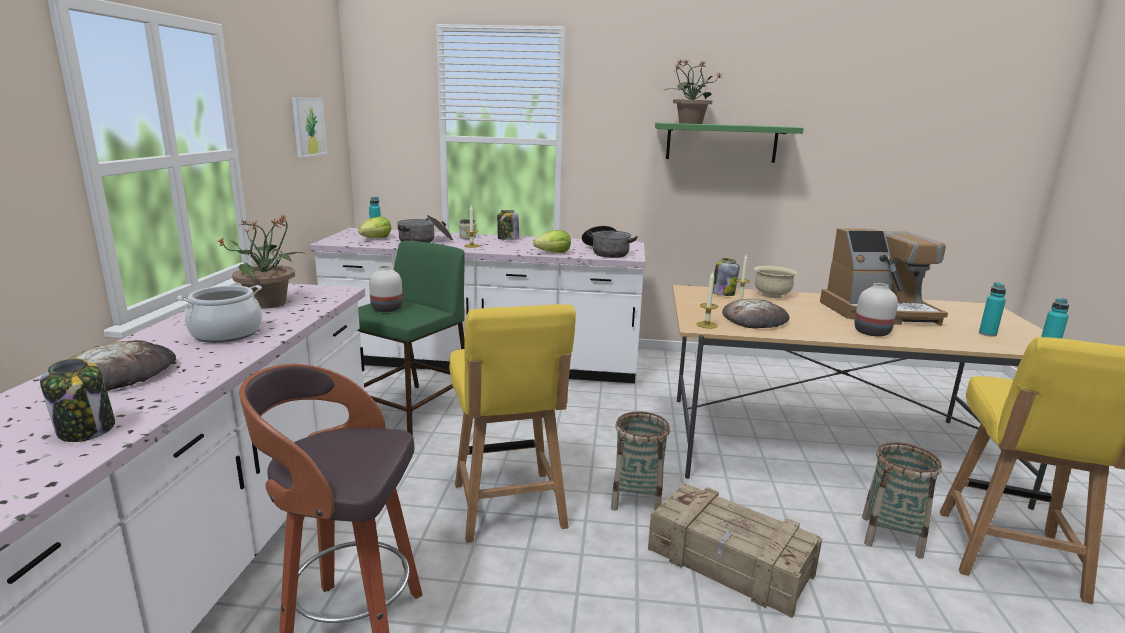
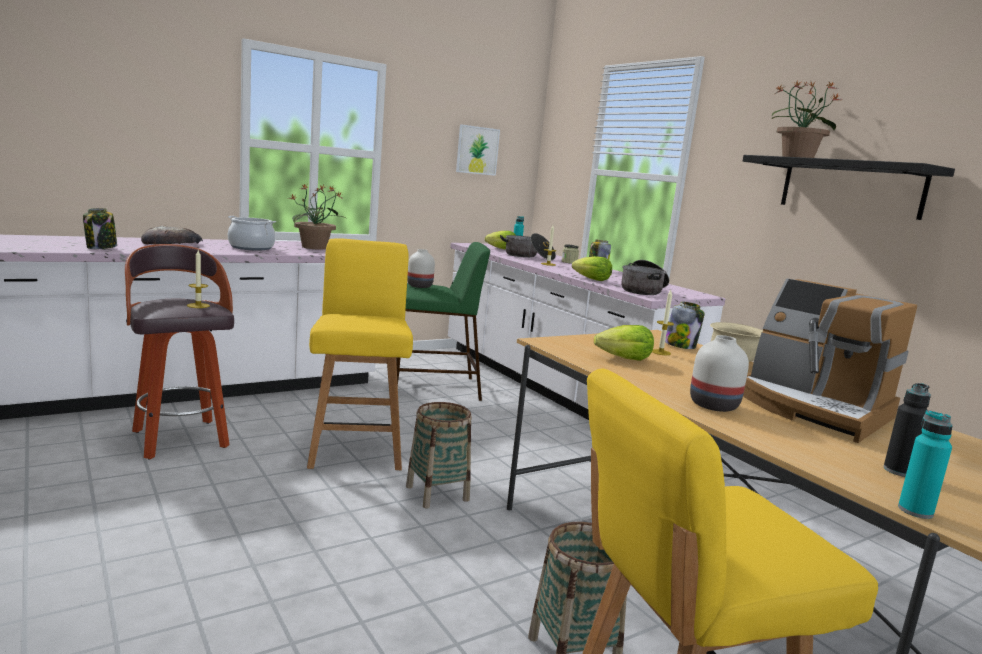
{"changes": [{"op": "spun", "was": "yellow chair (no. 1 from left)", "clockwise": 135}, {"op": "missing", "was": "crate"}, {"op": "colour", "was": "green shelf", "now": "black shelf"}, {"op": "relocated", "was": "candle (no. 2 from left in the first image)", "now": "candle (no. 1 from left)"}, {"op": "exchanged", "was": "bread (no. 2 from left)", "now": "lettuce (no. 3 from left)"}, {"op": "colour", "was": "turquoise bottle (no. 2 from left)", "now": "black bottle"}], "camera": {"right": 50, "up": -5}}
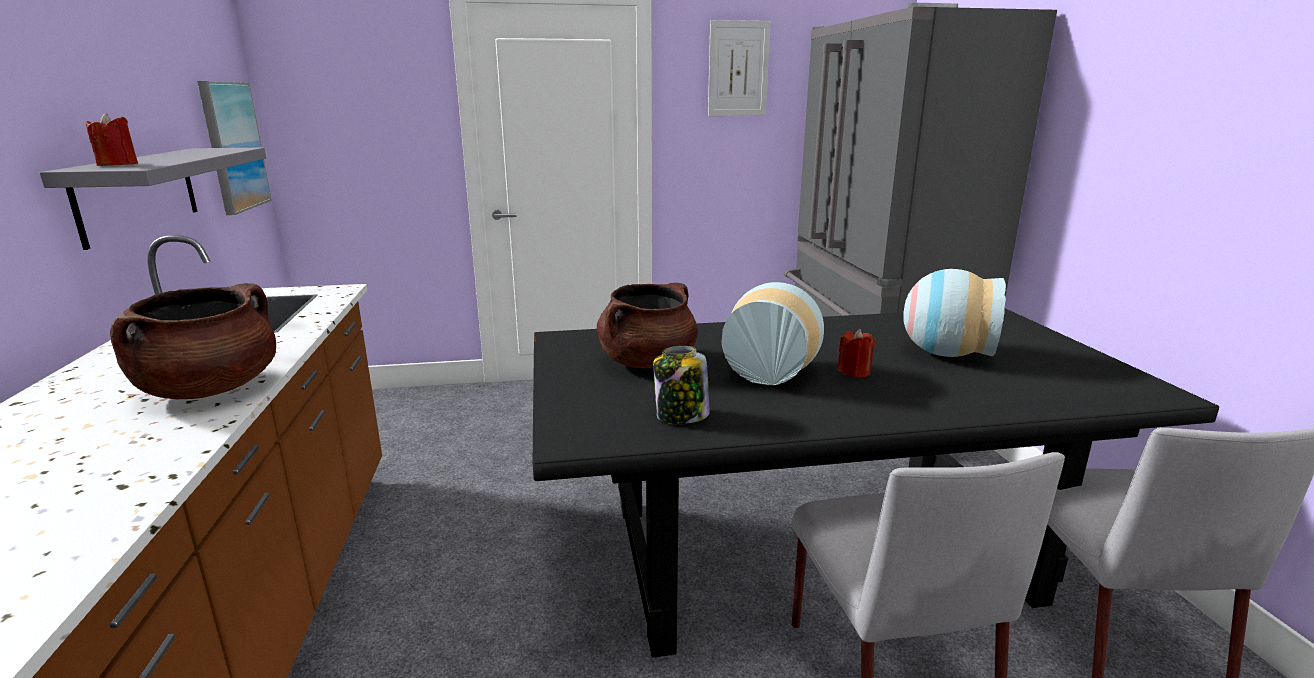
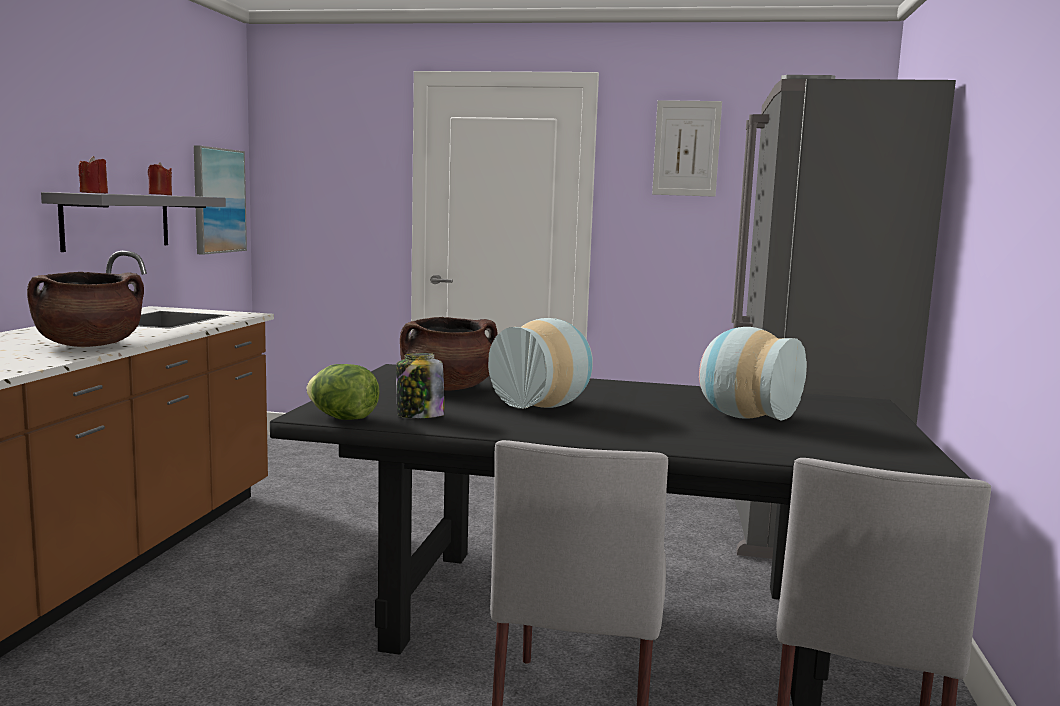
{"changes": [{"op": "relocated", "was": "red candle (no. 2 from left)"}, {"op": "appeared", "now": "lettuce"}], "camera": {"right": 20, "up": -10}}
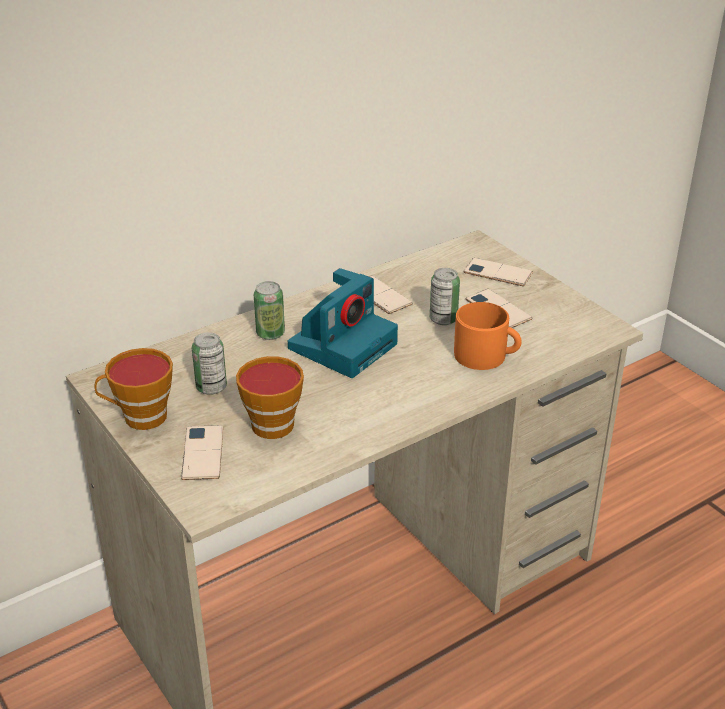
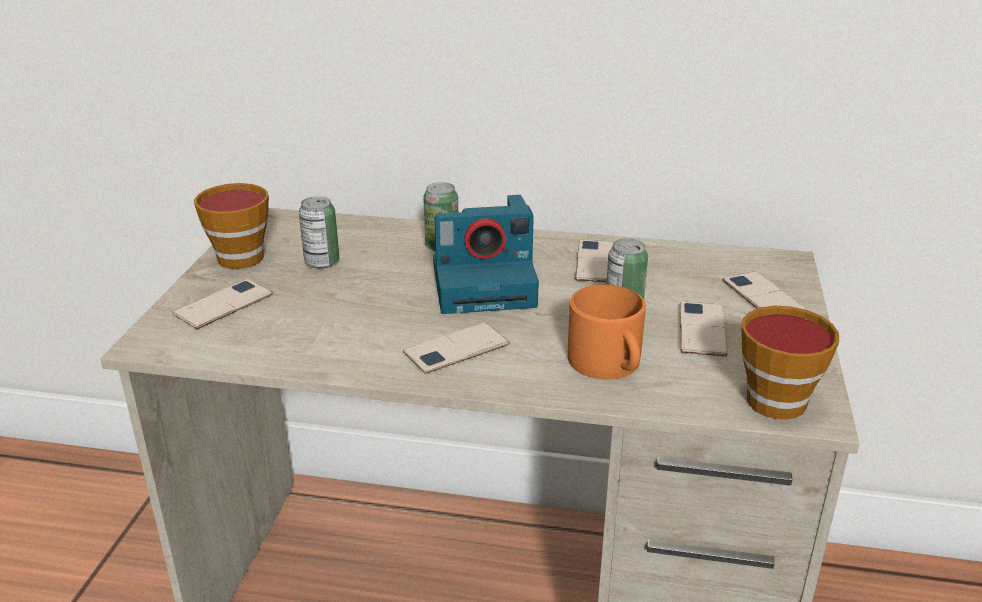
{"changes": [{"op": "relocated", "was": "cup (no. 2 from left)"}, {"op": "appeared", "now": "phone (no. 2 from left)"}], "camera": {"right": 45, "up": -5}}
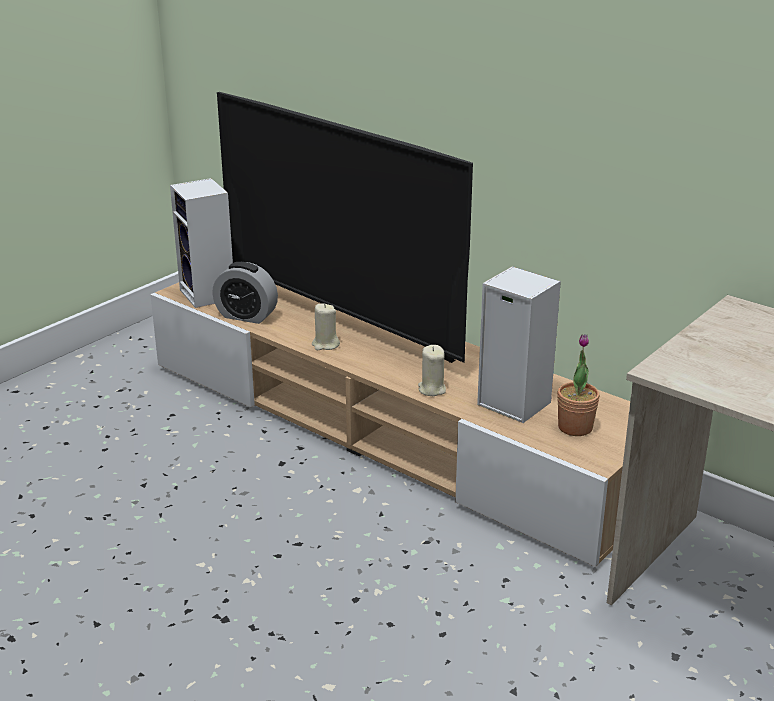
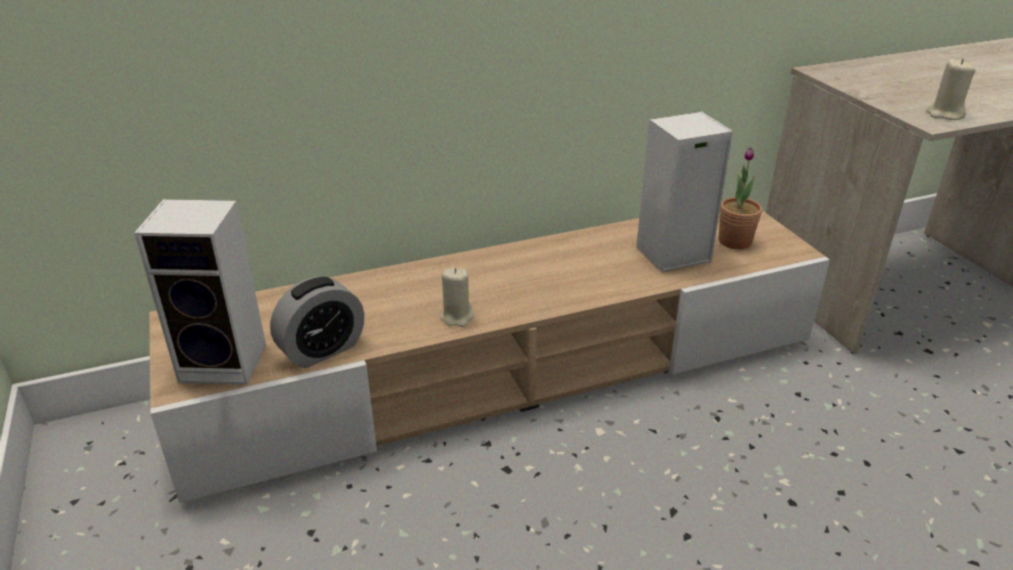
{"changes": [{"op": "missing", "was": "television"}, {"op": "relocated", "was": "beige candle (no. 2 from left)"}], "camera": {"right": -60, "up": 5}}
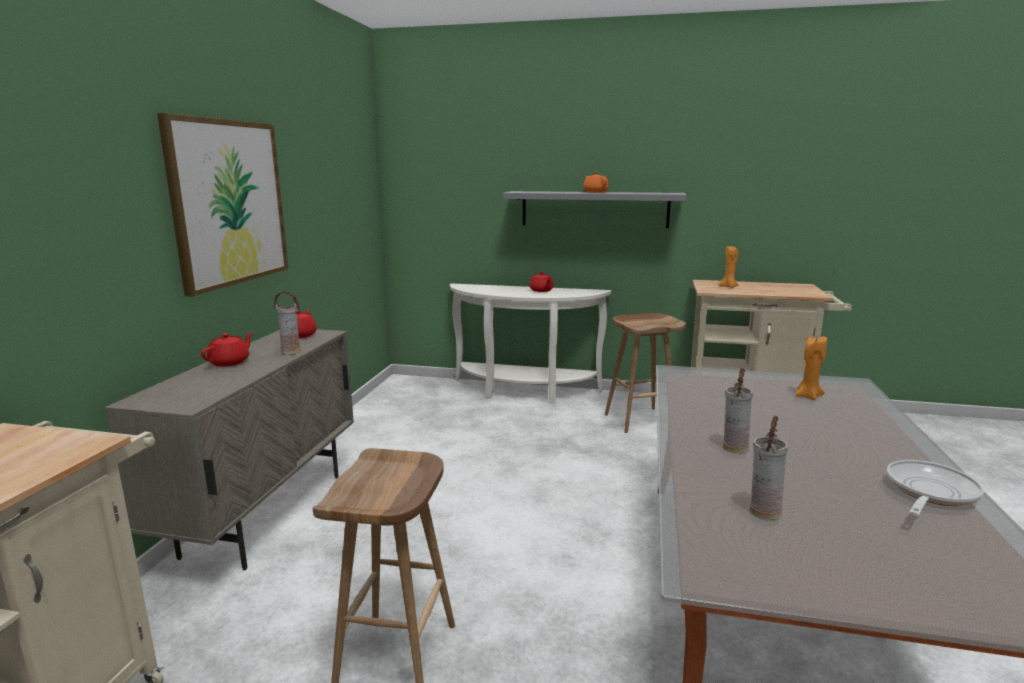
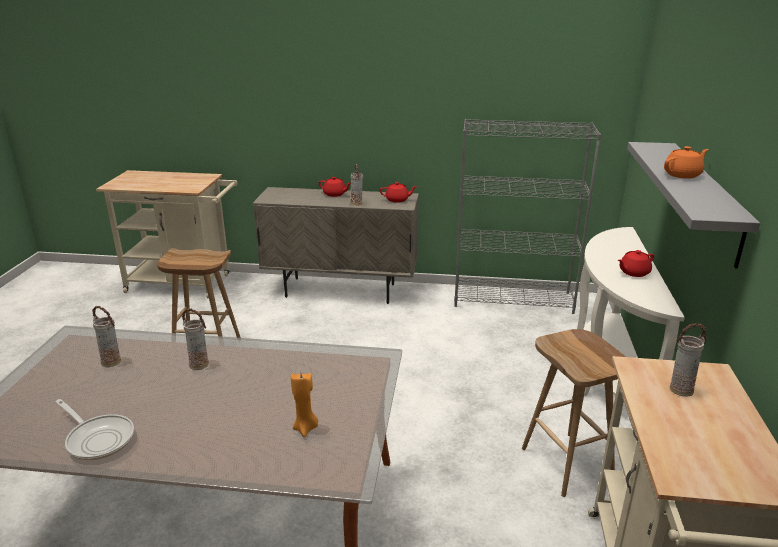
{"changes": [{"op": "missing", "was": "picture"}, {"op": "exchanged", "was": "orange candle (no. 1 from left)", "now": "vase (no. 4 from left)"}, {"op": "appeared", "now": "grey bookcase"}], "camera": {"right": 85, "up": 10}}
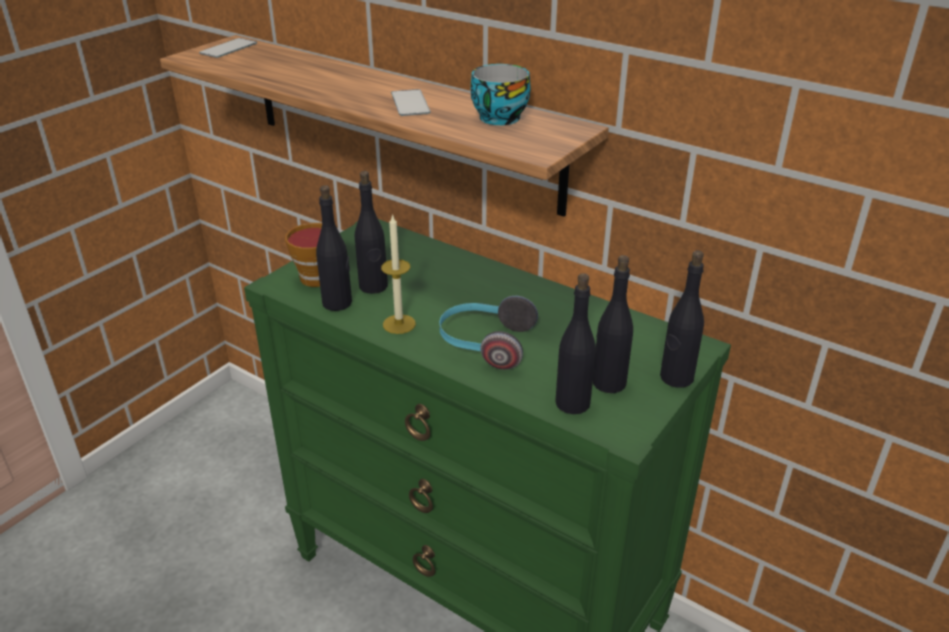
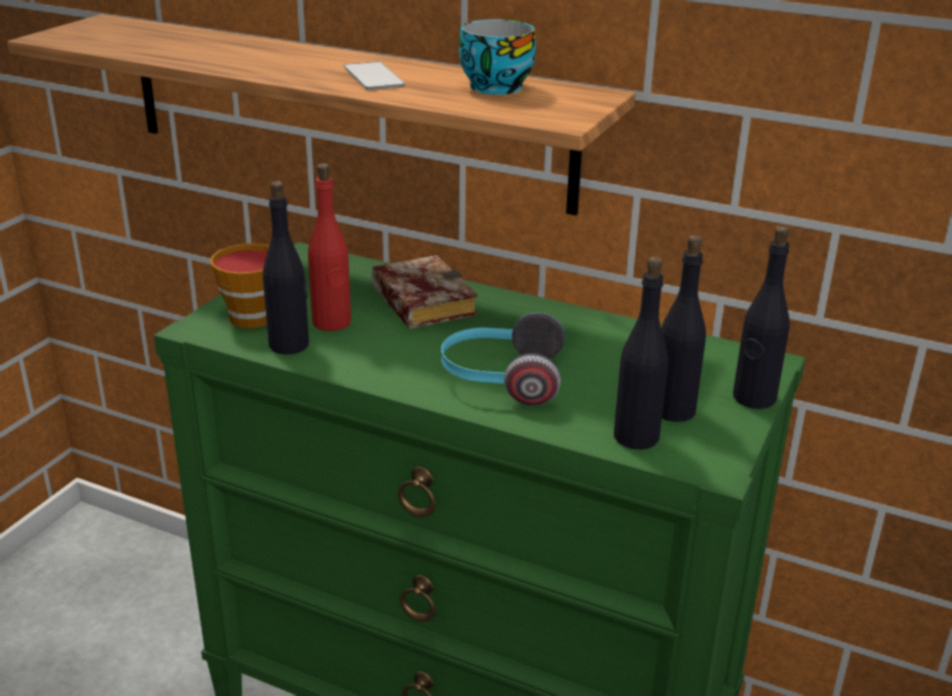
{"changes": [{"op": "missing", "was": "phone (no. 1 from left)"}, {"op": "colour", "was": "black bottle (no. 2 from left)", "now": "red bottle"}, {"op": "missing", "was": "candle"}, {"op": "appeared", "now": "book"}], "camera": {"right": -10, "up": -5}}
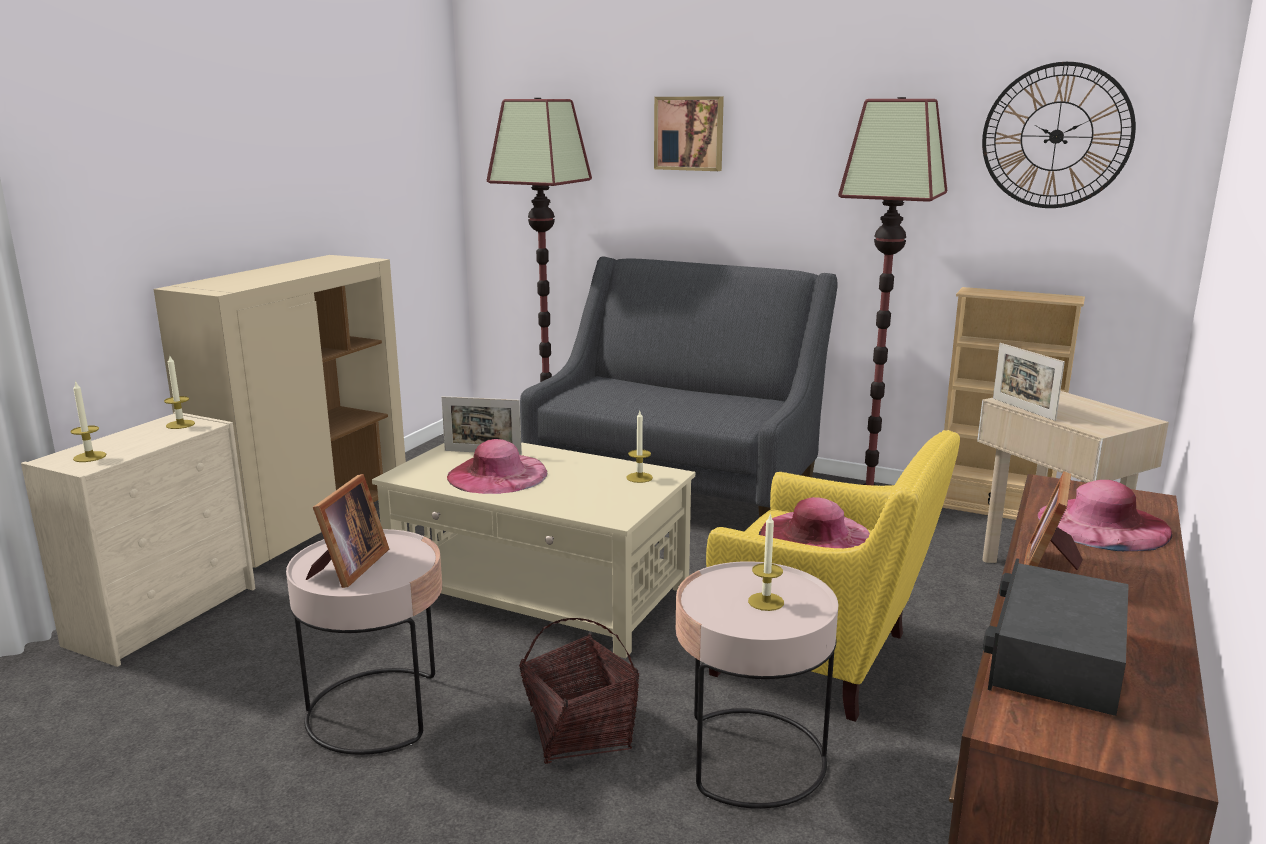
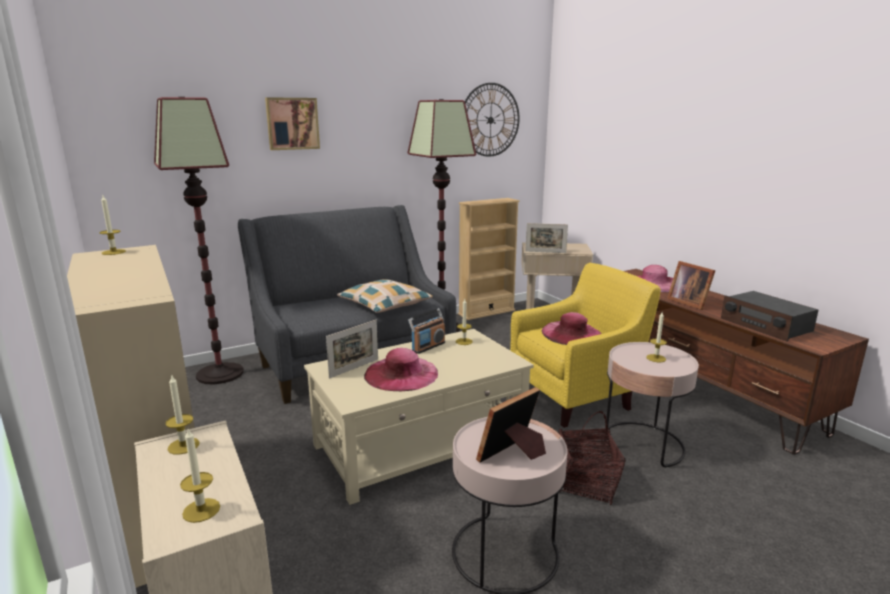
{"changes": [{"op": "spun", "was": "picture frame (no. 1 from left in the first image)", "clockwise": -90}, {"op": "appeared", "now": "candle (no. 1 from left)"}, {"op": "appeared", "now": "pillow"}, {"op": "appeared", "now": "radio (no. 1 from left)"}], "camera": {"right": -55, "up": 0}}
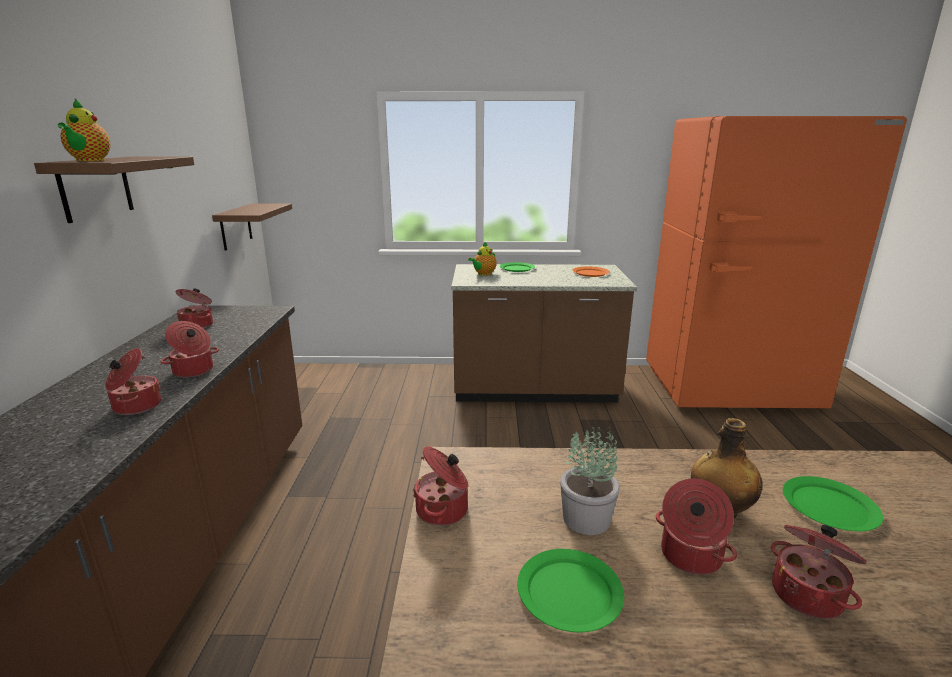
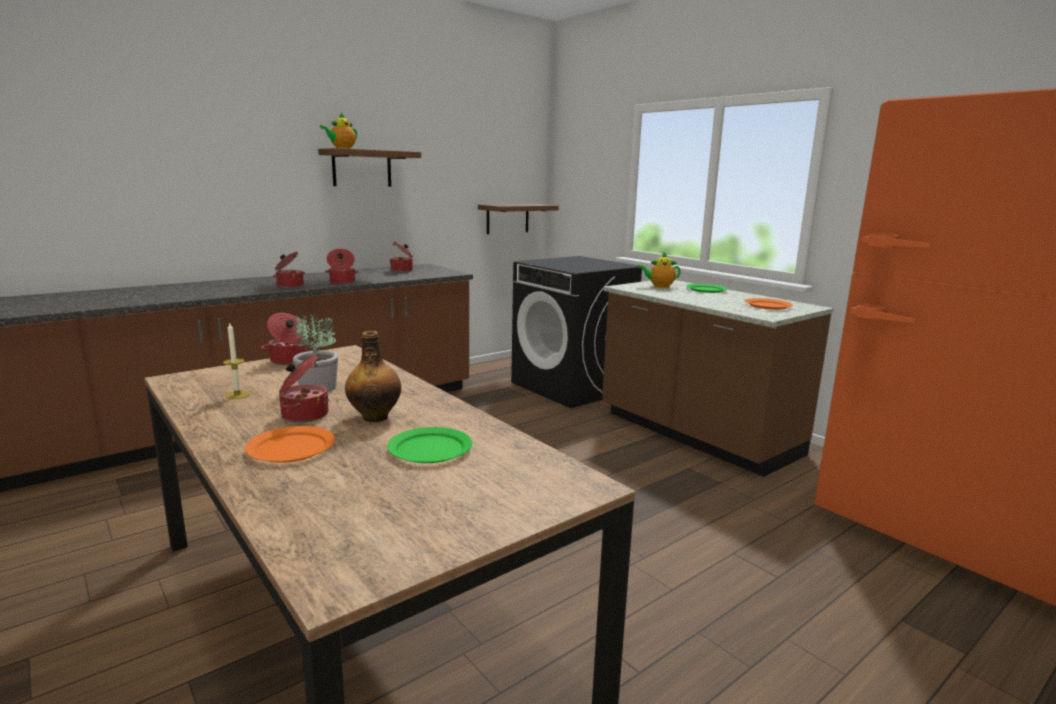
{"changes": [{"op": "exchanged", "was": "green plate (no. 2 from left)", "now": "candle"}, {"op": "exchanged", "was": "cooking pot (no. 6 from left)", "now": "orange plate (no. 1 from left)"}, {"op": "appeared", "now": "black washing machine"}], "camera": {"right": 50, "up": -5}}
